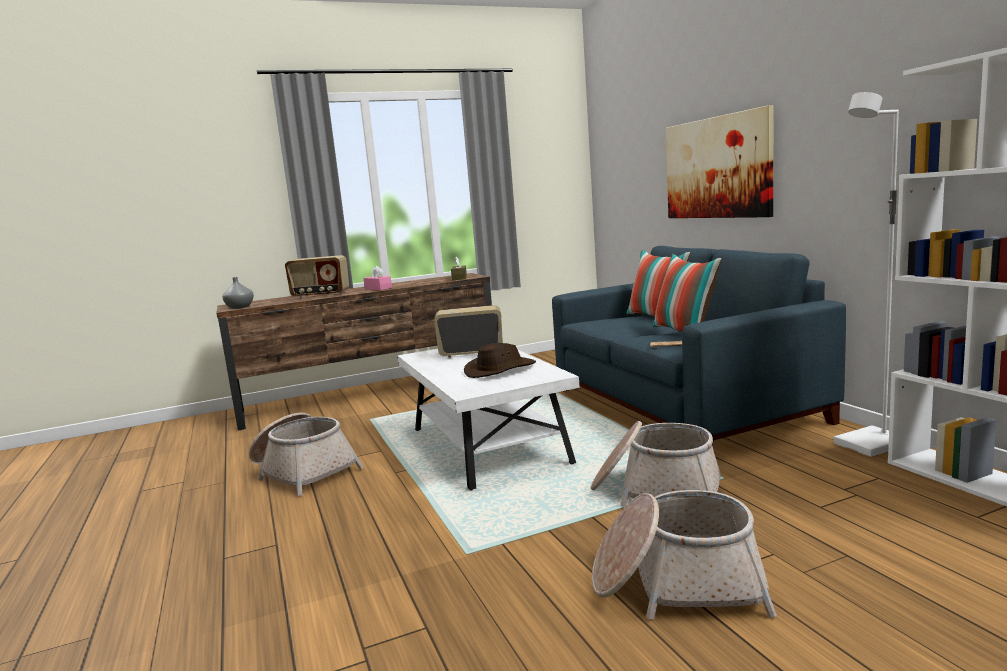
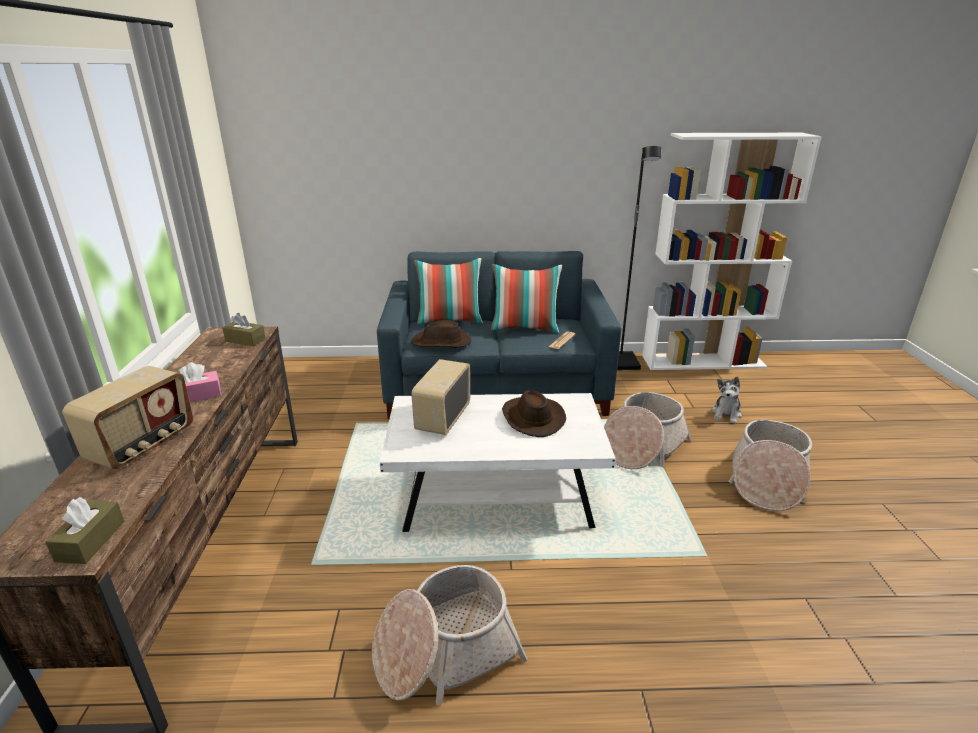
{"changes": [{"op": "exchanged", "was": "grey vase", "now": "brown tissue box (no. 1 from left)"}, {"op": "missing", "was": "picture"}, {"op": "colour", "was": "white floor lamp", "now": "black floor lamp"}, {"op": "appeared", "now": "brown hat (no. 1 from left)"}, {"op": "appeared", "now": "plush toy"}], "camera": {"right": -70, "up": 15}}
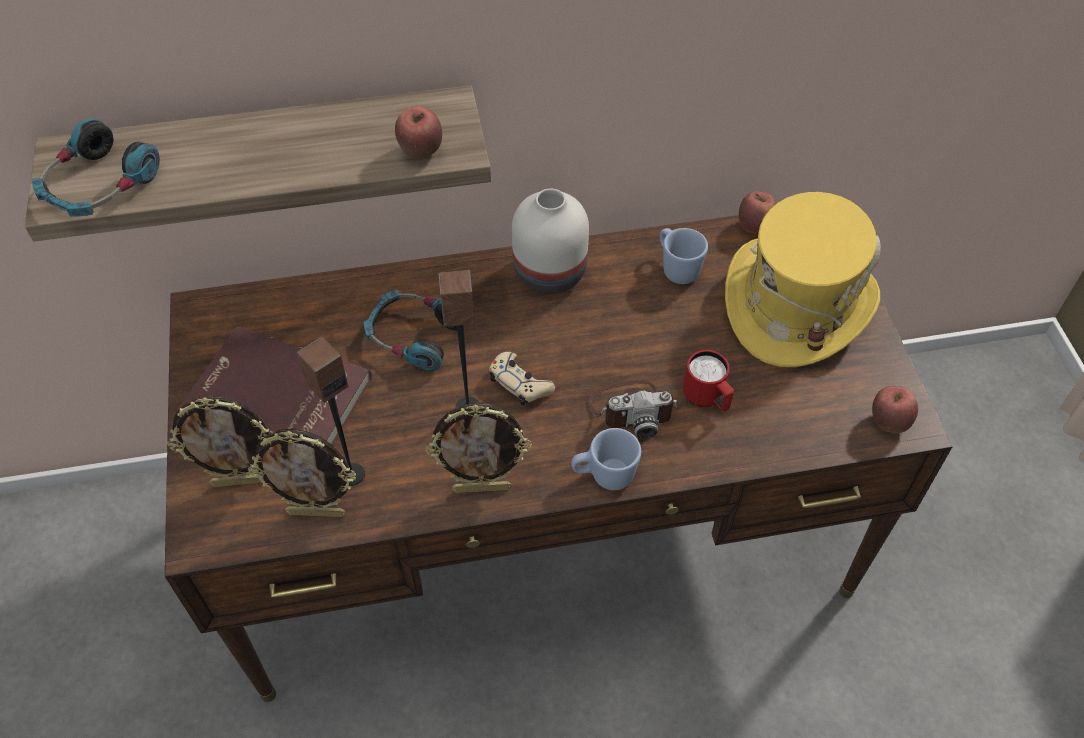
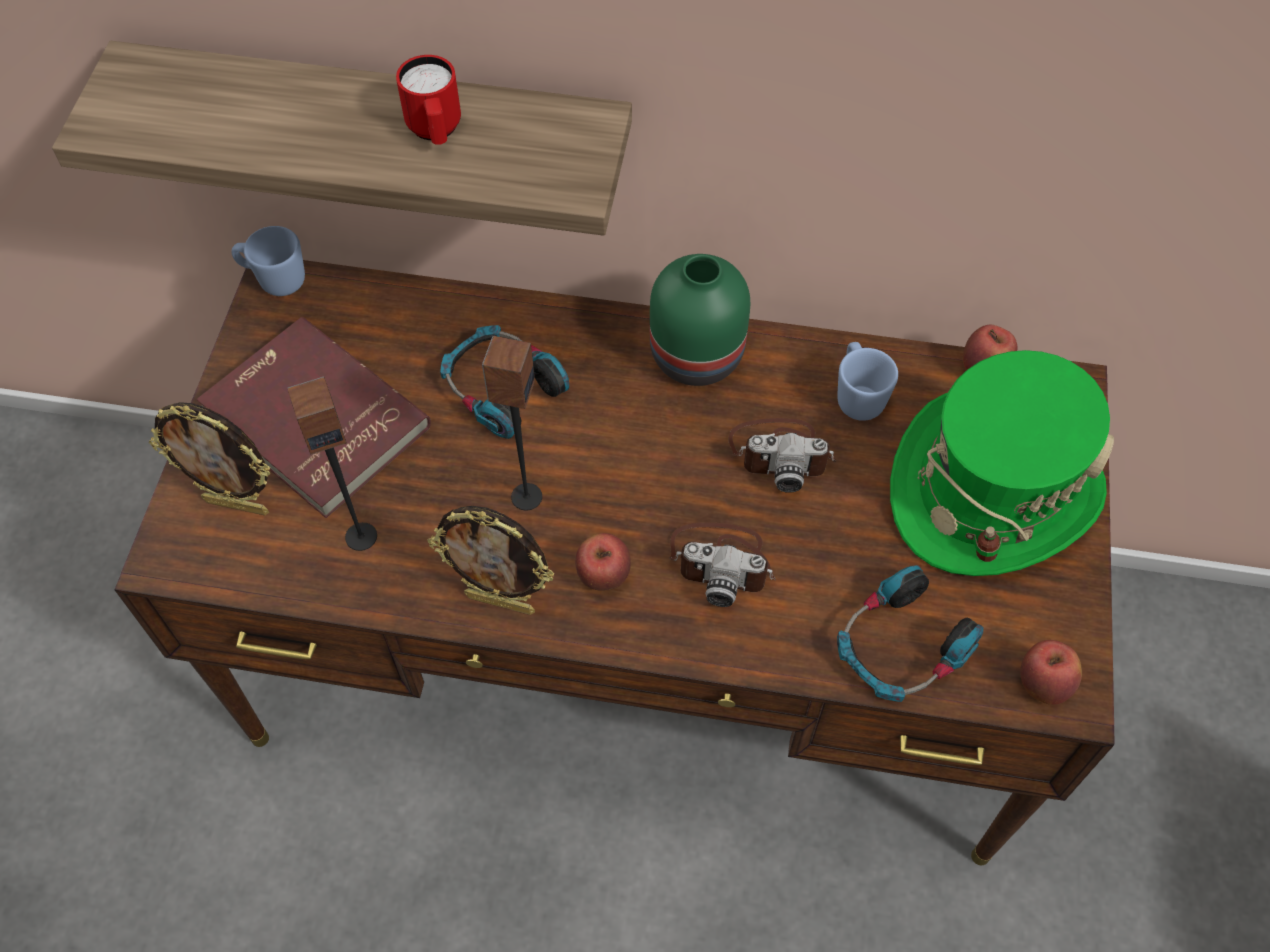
{"changes": [{"op": "relocated", "was": "headphones (no. 1 from left in the first image)", "now": "headphones (no. 2 from left)"}, {"op": "missing", "was": "picture frame (no. 2 from left)"}, {"op": "relocated", "was": "apple (no. 1 from left)"}, {"op": "missing", "was": "beige game controller"}, {"op": "colour", "was": "white vase", "now": "green vase"}, {"op": "relocated", "was": "blue mug (no. 1 from left)"}, {"op": "relocated", "was": "red mug"}, {"op": "colour", "was": "yellow hat", "now": "green hat"}, {"op": "appeared", "now": "photo camera (no. 2 from left)"}], "camera": {"right": 20, "up": 5}}
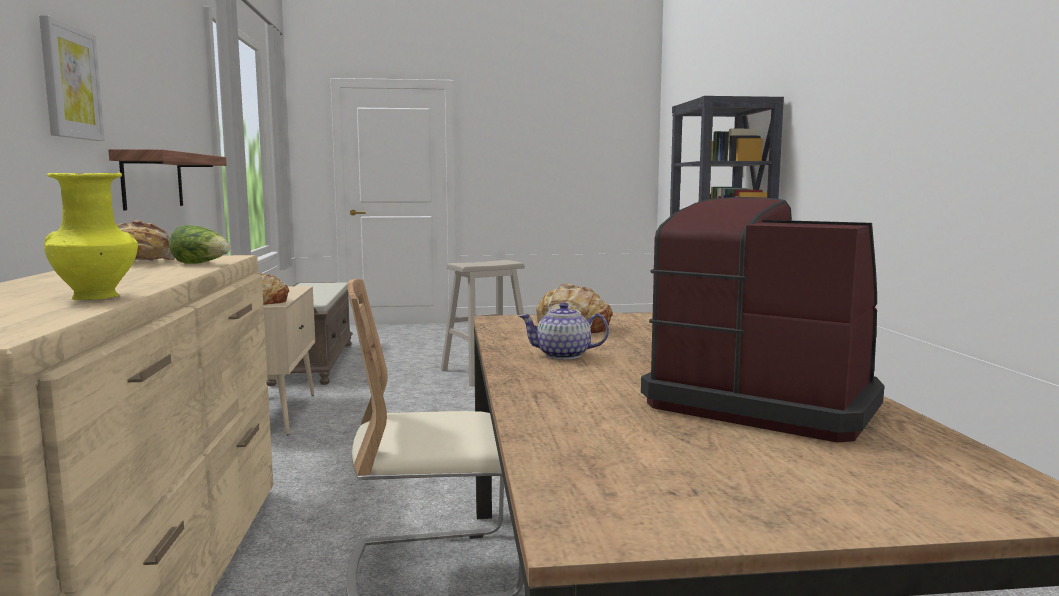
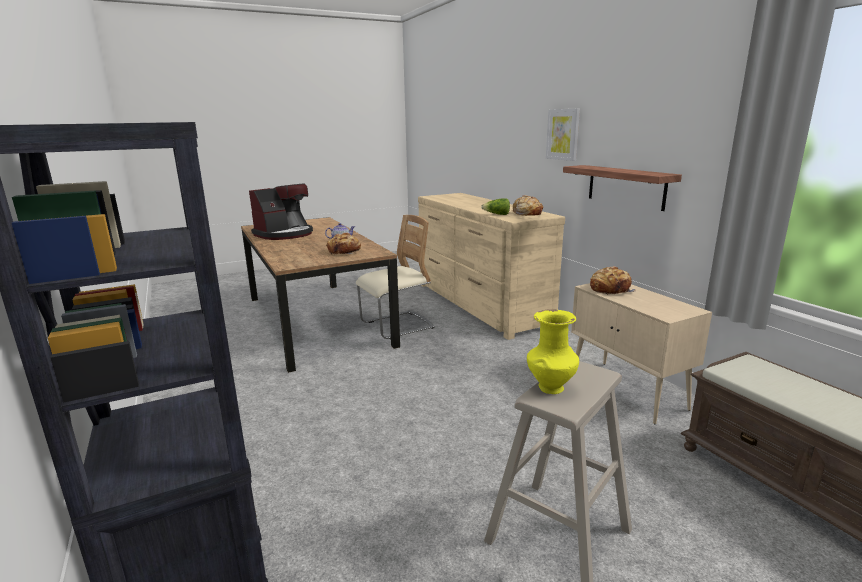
{"changes": [{"op": "relocated", "was": "yellow vase"}, {"op": "spun", "was": "coffee machine", "clockwise": -60}], "camera": {"right": 160, "up": 10}}
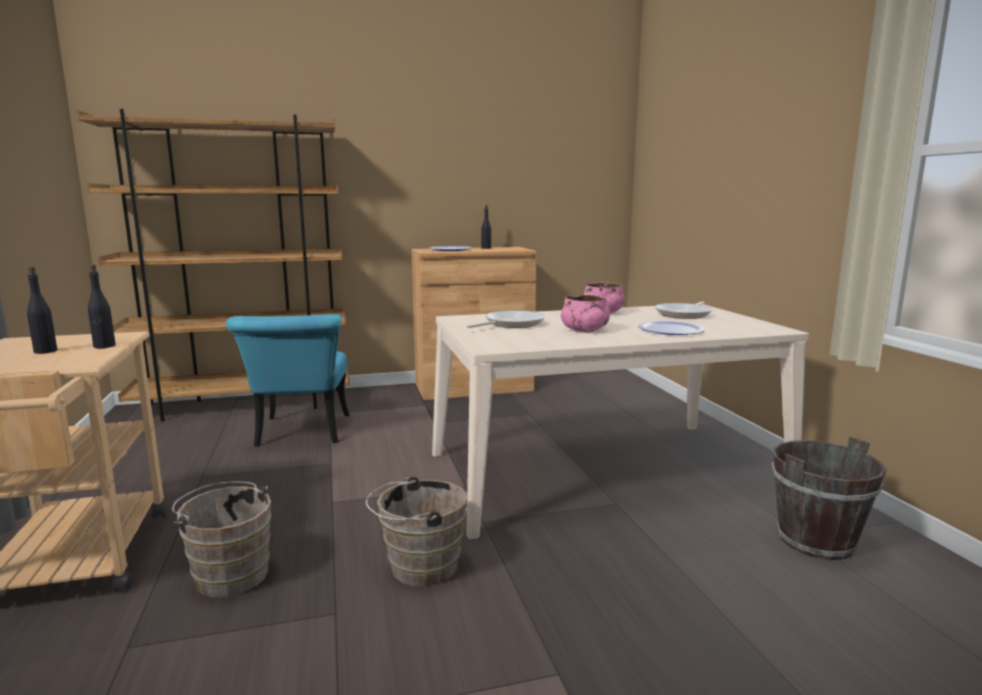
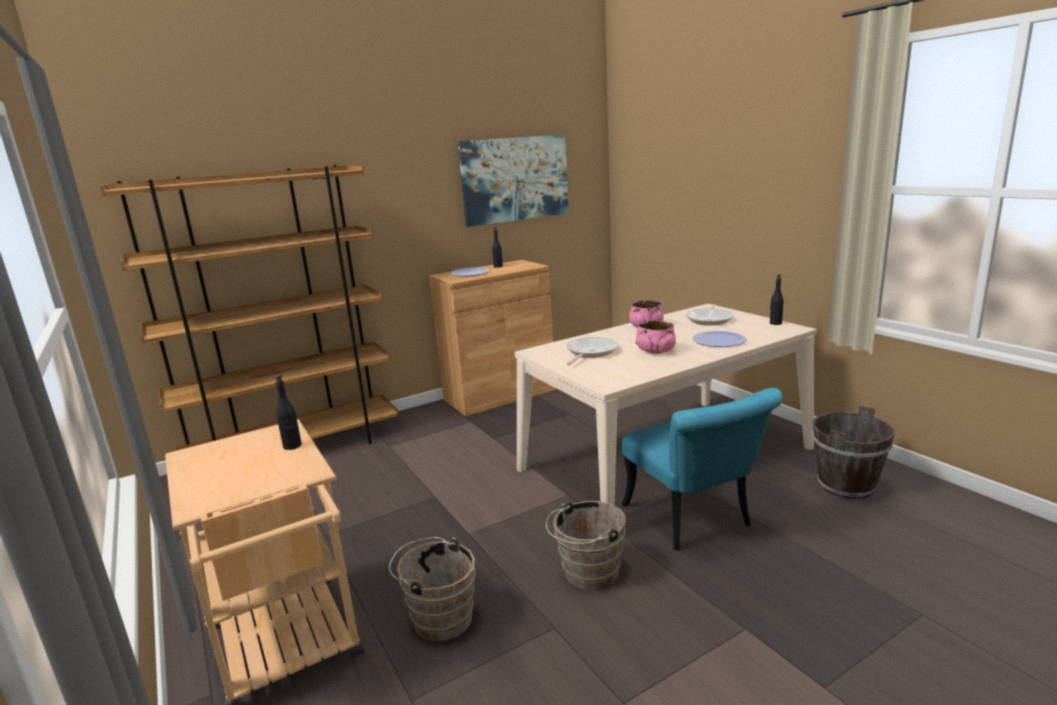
{"changes": [{"op": "relocated", "was": "black bottle (no. 1 from left in the first image)", "now": "black bottle (no. 3 from left)"}, {"op": "relocated", "was": "turquoise chair"}, {"op": "appeared", "now": "picture"}], "camera": {"right": -15, "up": 5}}
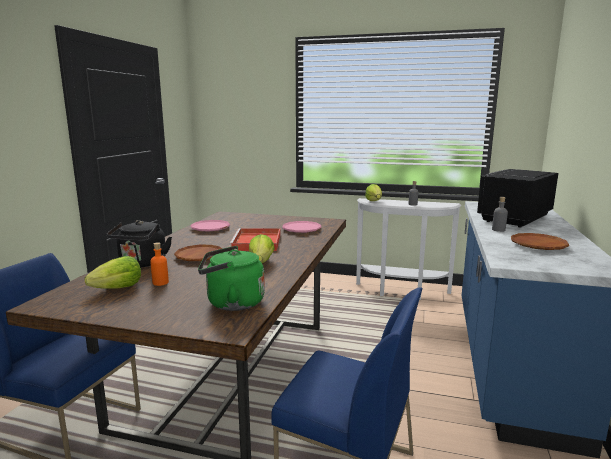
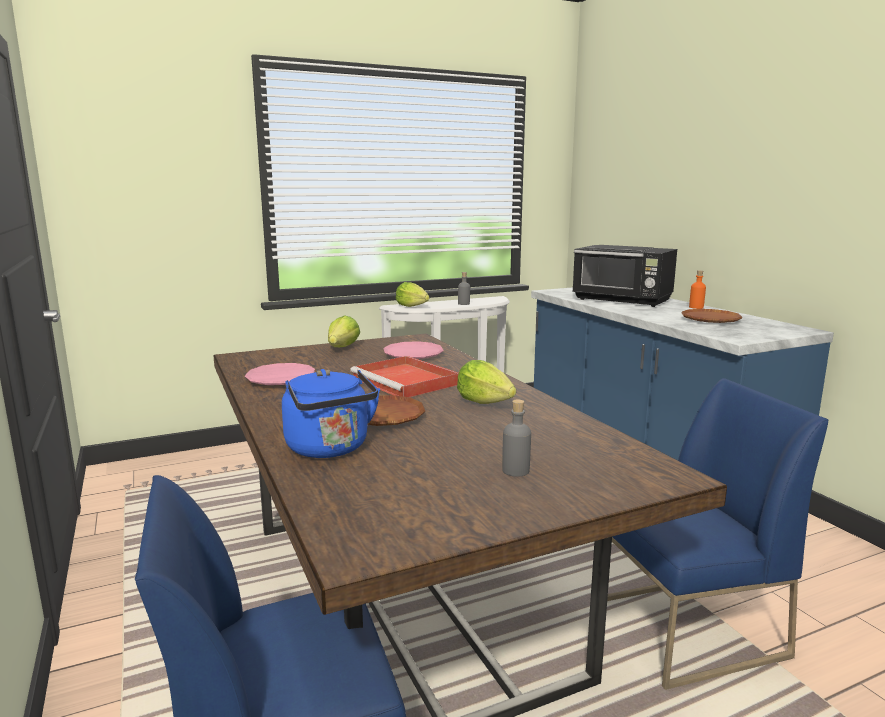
{"changes": [{"op": "relocated", "was": "lettuce (no. 1 from left)"}, {"op": "colour", "was": "black kettle", "now": "blue kettle"}, {"op": "relocated", "was": "orange bottle"}, {"op": "missing", "was": "green kettle"}, {"op": "spun", "was": "black microwave", "clockwise": -60}, {"op": "relocated", "was": "grey bottle (no. 2 from left)"}], "camera": {"right": -40, "up": 0}}
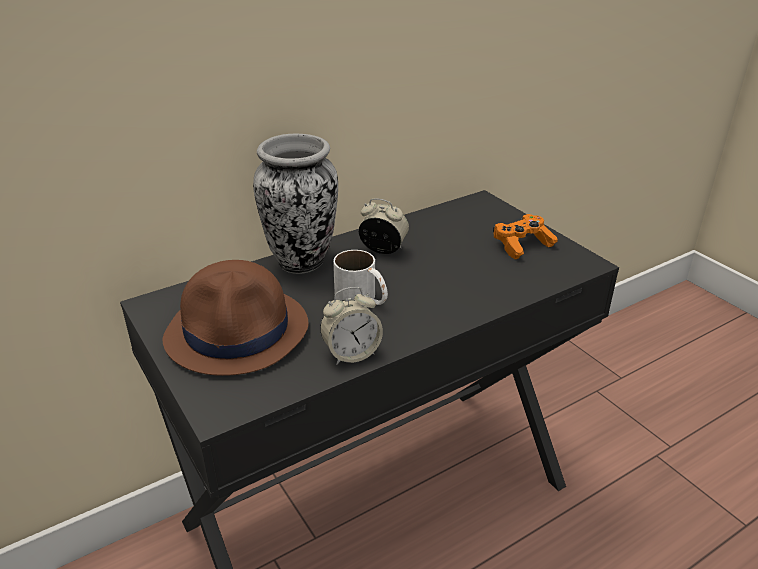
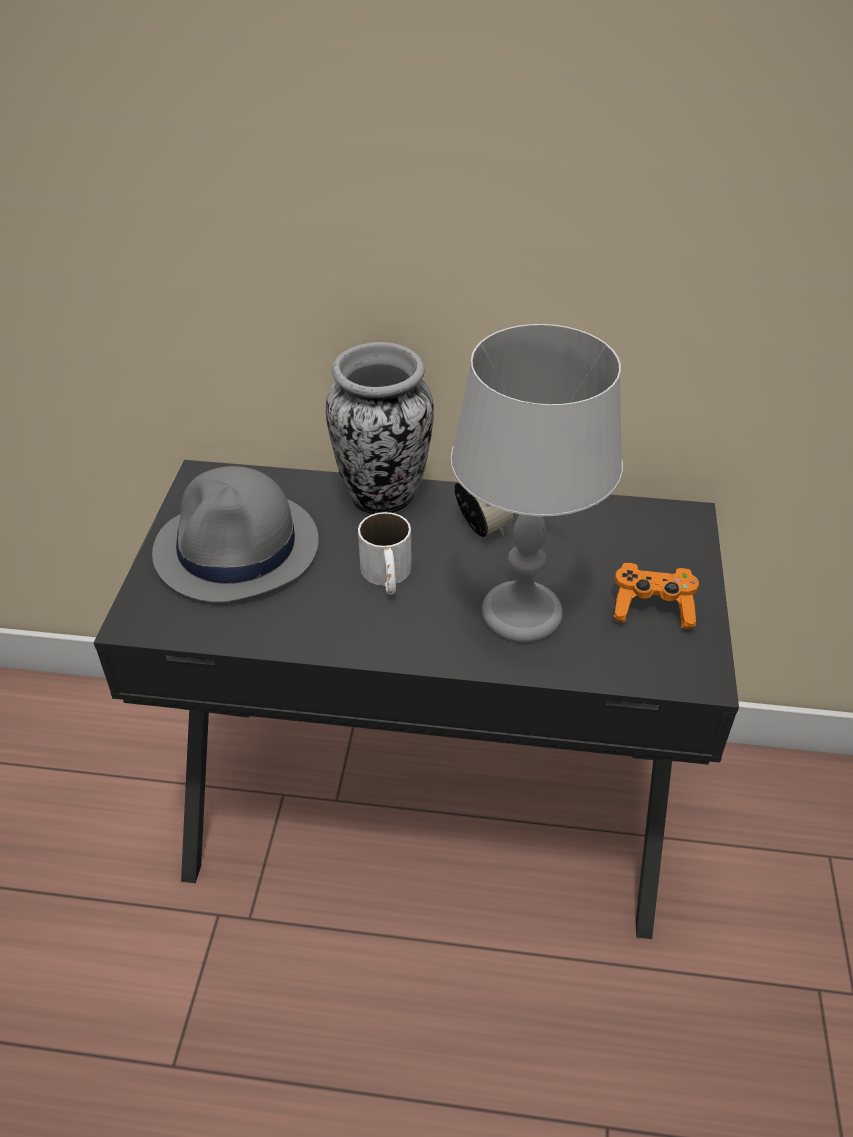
{"changes": [{"op": "colour", "was": "brown hat", "now": "grey hat"}, {"op": "missing", "was": "alarm clock (no. 1 from left)"}, {"op": "appeared", "now": "grey table lamp"}], "camera": {"right": 40, "up": 10}}
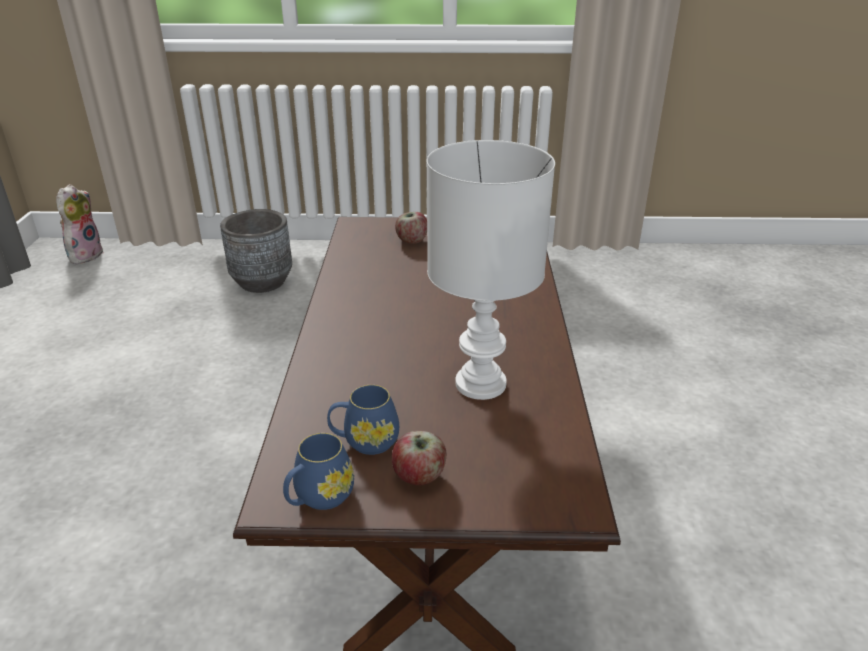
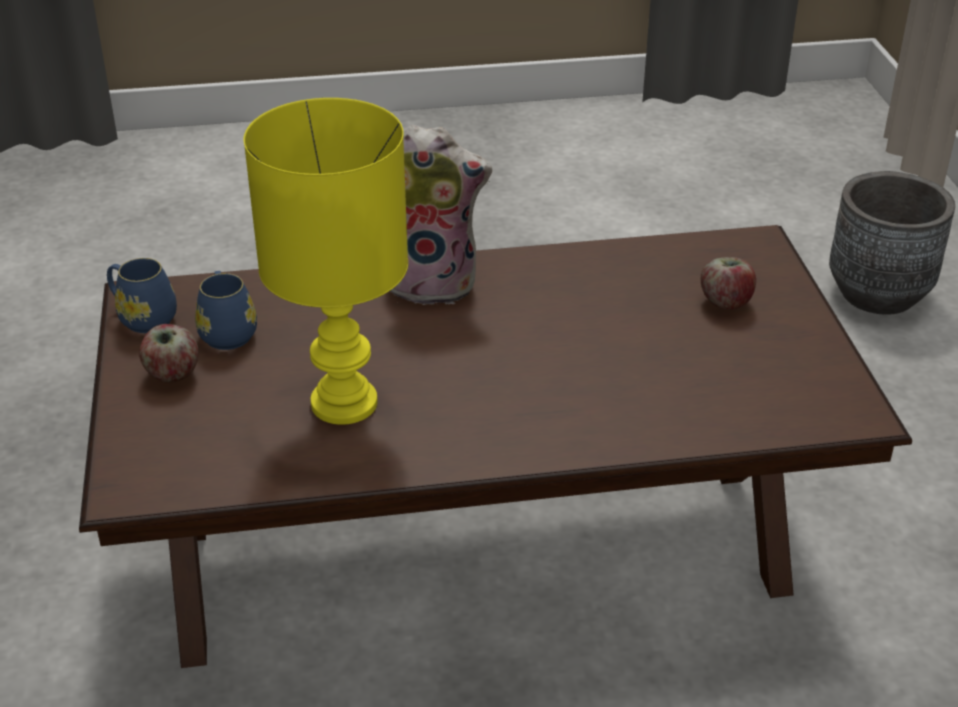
{"changes": [{"op": "relocated", "was": "plush toy"}, {"op": "colour", "was": "white table lamp", "now": "yellow table lamp"}], "camera": {"right": 80, "up": 5}}
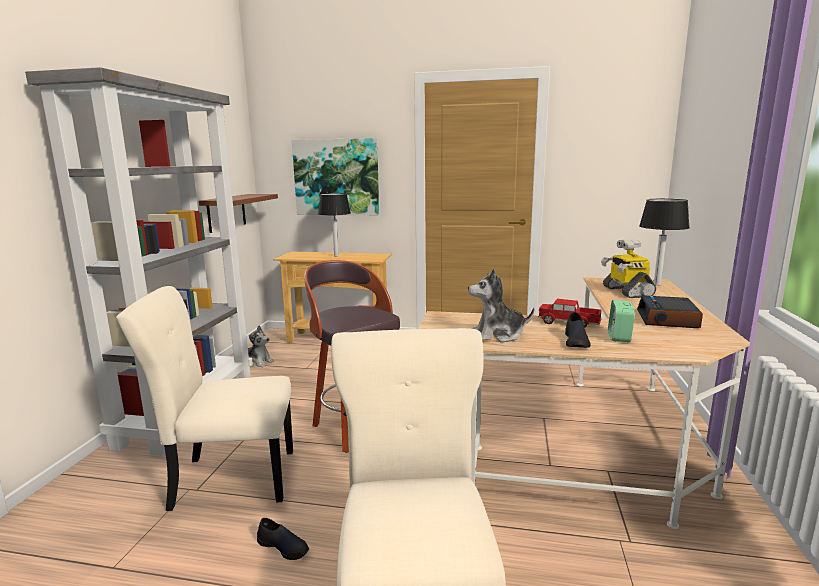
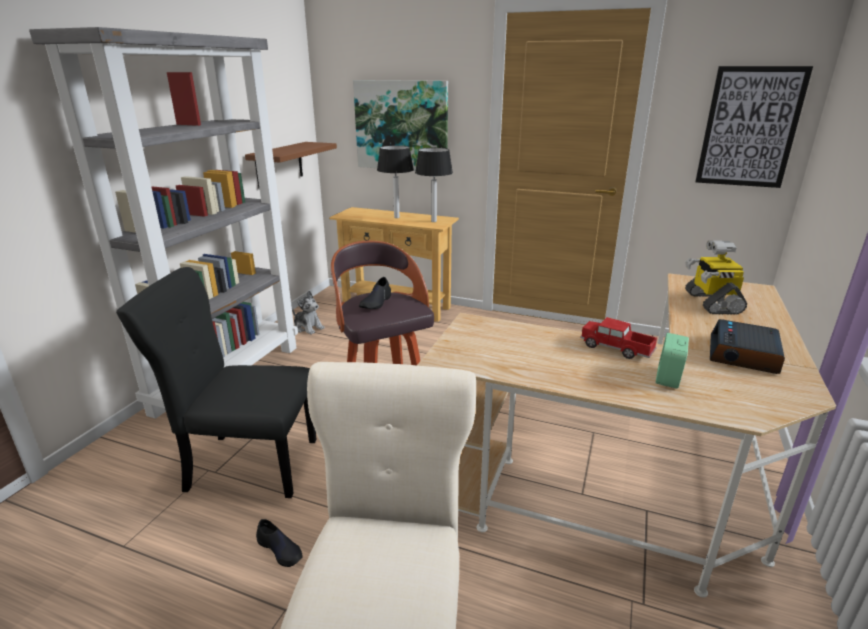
{"changes": [{"op": "colour", "was": "beige chair (no. 1 from left)", "now": "black chair"}, {"op": "missing", "was": "plush toy (no. 2 from left)"}, {"op": "relocated", "was": "black shoe (no. 2 from left)"}, {"op": "relocated", "was": "table lamp (no. 2 from left)"}, {"op": "appeared", "now": "picture (no. 2 from left)"}], "camera": {"right": 10, "up": 10}}
